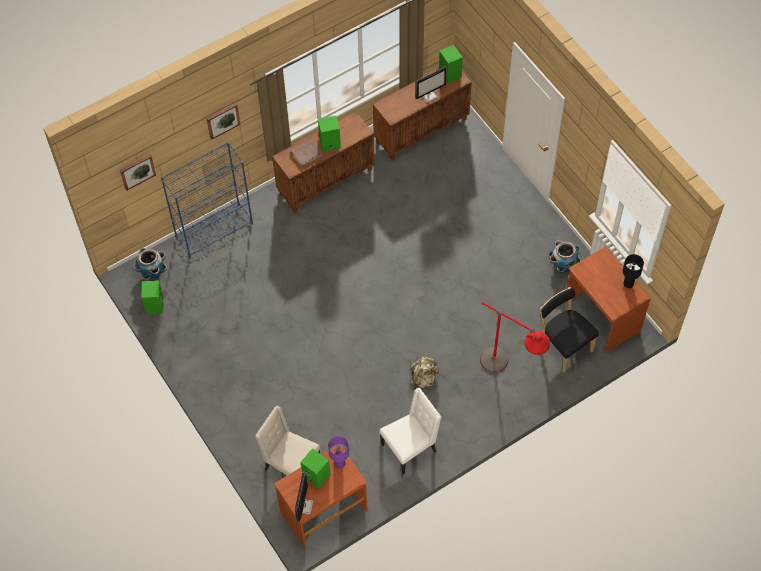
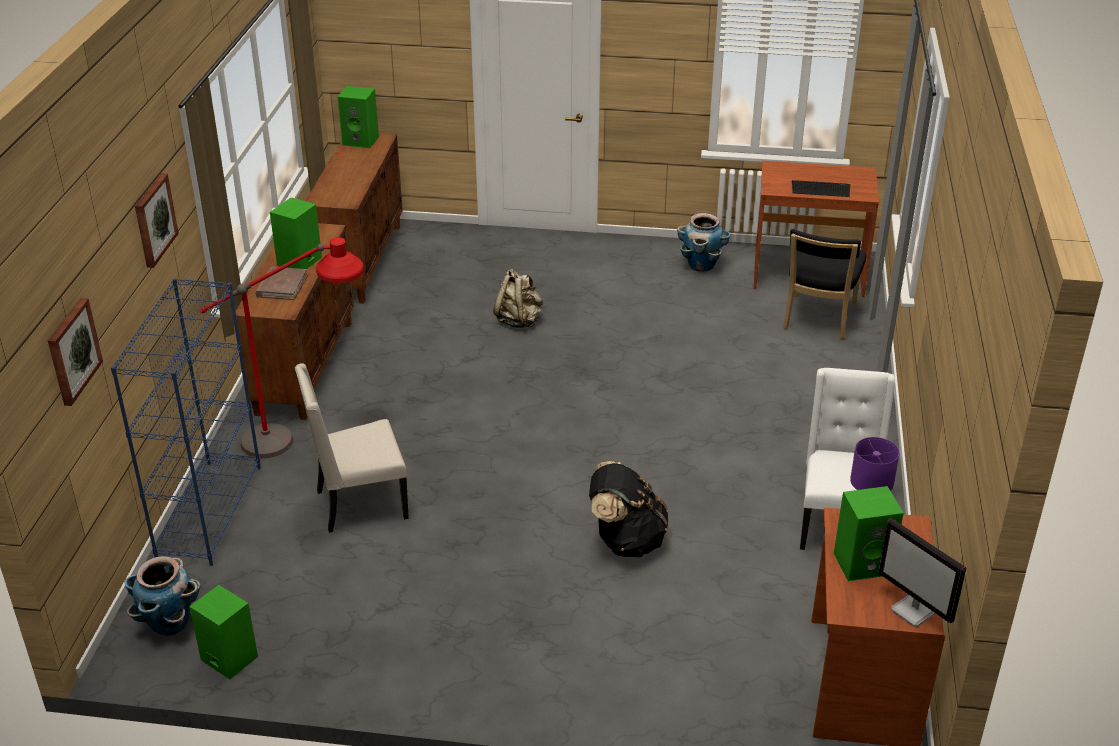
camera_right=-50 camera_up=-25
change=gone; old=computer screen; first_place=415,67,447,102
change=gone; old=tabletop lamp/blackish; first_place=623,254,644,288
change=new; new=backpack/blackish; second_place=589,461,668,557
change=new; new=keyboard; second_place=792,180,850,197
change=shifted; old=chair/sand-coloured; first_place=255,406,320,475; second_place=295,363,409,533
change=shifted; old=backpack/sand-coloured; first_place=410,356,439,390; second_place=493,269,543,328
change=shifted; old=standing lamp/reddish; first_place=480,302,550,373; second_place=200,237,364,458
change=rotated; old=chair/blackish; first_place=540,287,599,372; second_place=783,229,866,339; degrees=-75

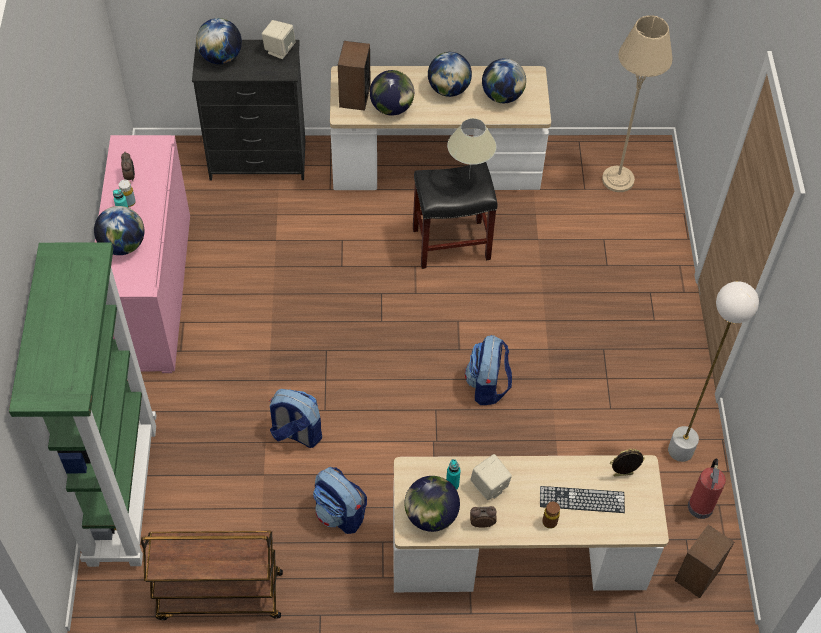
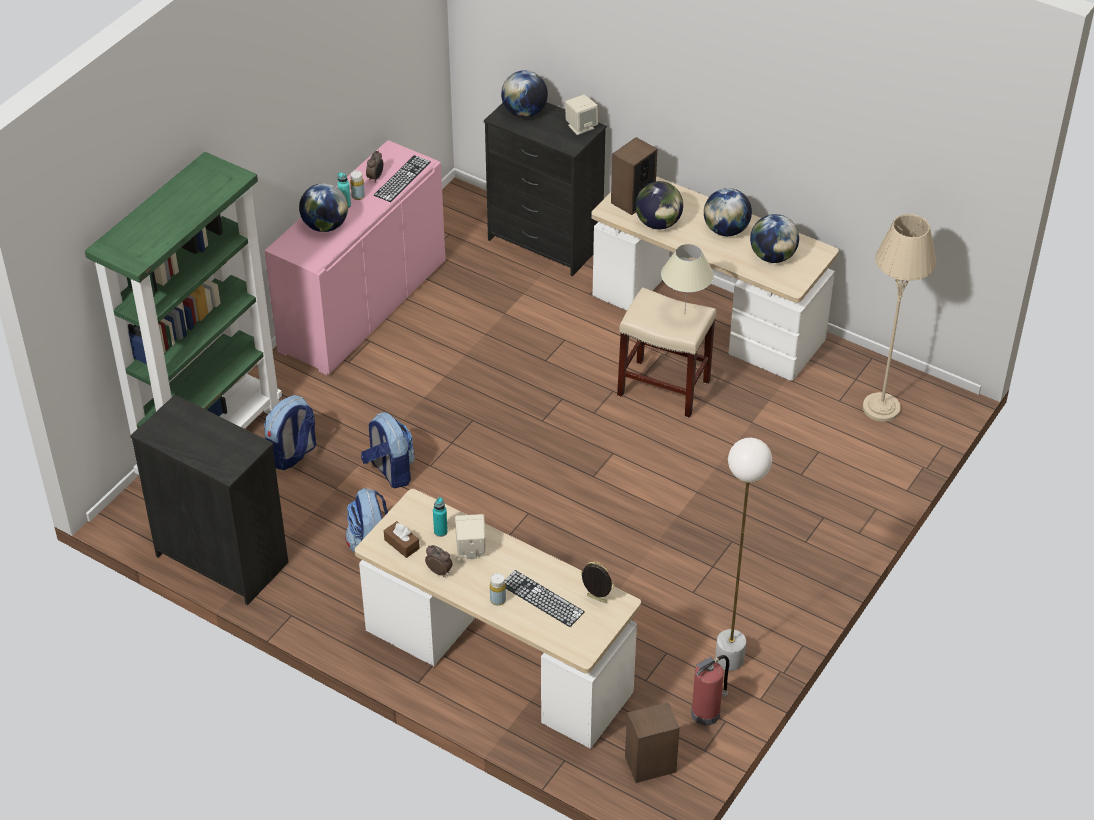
camera_right=35 camera_up=-10
change=new; new=keyboard; second_place=374,155,431,202
change=shifted; old=backpack; first_place=465,335,512,405; second_place=264,395,316,470
change=swapped; old=wheeled cart/brown; new=drawer chest/blackish; first_place=141,531,283,620; second_place=130,395,288,605
change=swapped; old=desk globe; new=tissue holder/brown; first_place=405,476,460,532; second_place=384,521,420,558
change=repainted; old=stool seat/blackish; new=stool seat/sand-coloured; first_place=413,162,498,269; second_place=617,287,716,418
change=repainted; old=beverage bottle/brown; new=beverage bottle/yellowish; first_place=542,502,560,529; second_place=490,573,506,606

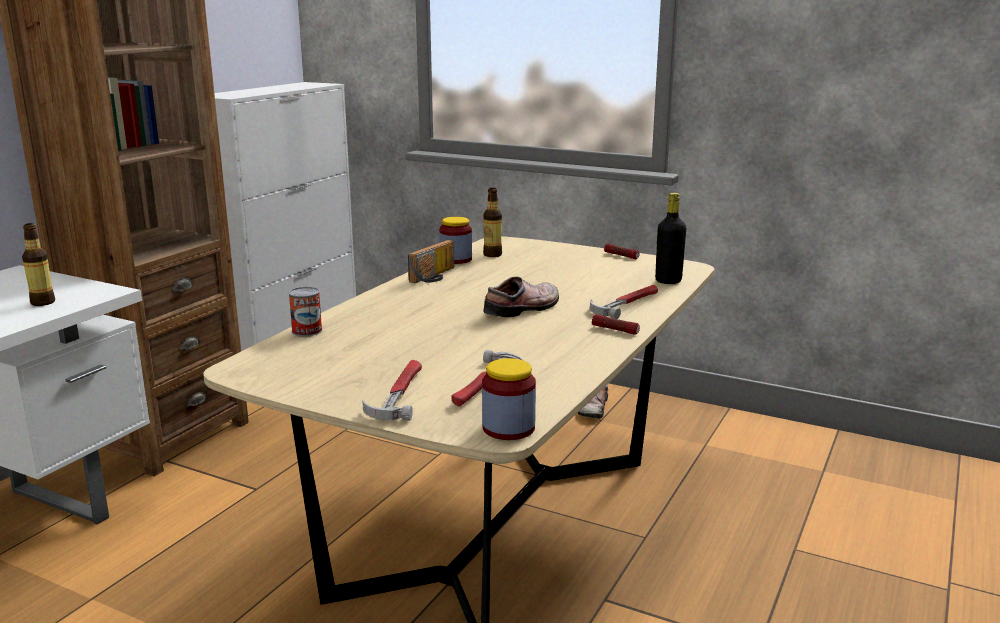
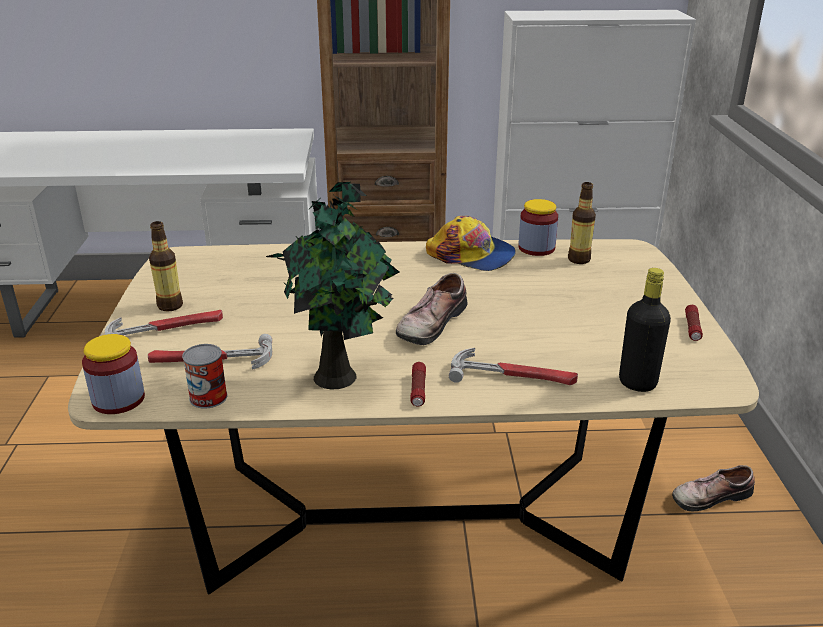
camera_right=60 camera_up=10
change=new; new=plant in a pot; second_place=266,182,399,389
change=shifted; old=beverage bottle; first_place=22,223,55,306; second_place=149,221,183,312
change=shifted; old=sealed can; first_place=288,287,322,336; second_place=182,344,228,409
change=swapped; old=radio; new=peaked cap; first_place=408,240,454,283; second_place=426,216,516,271
change=rotated; old=item of footwear; first_place=484,277,559,318; second_place=396,273,468,345; degrees=105

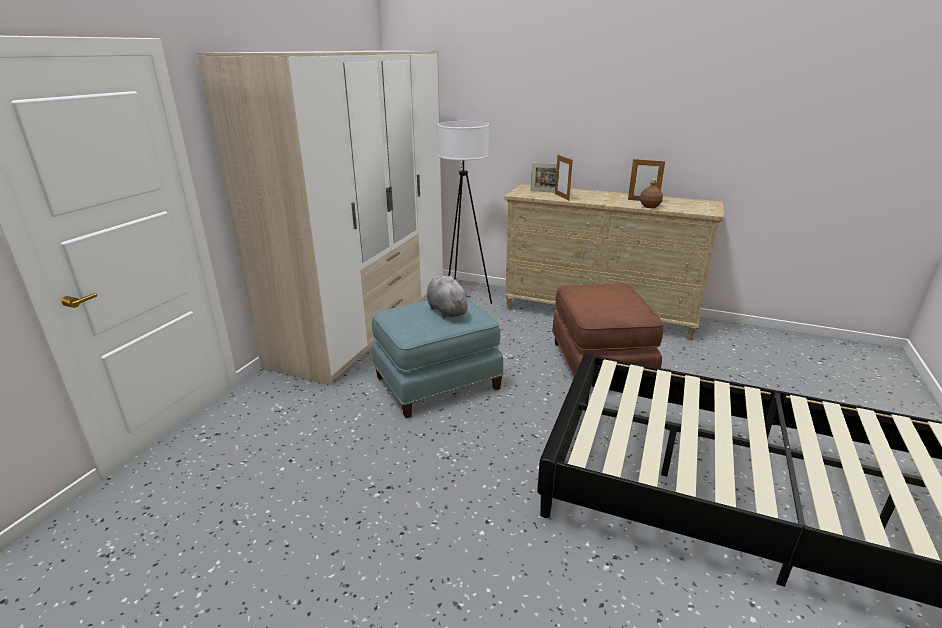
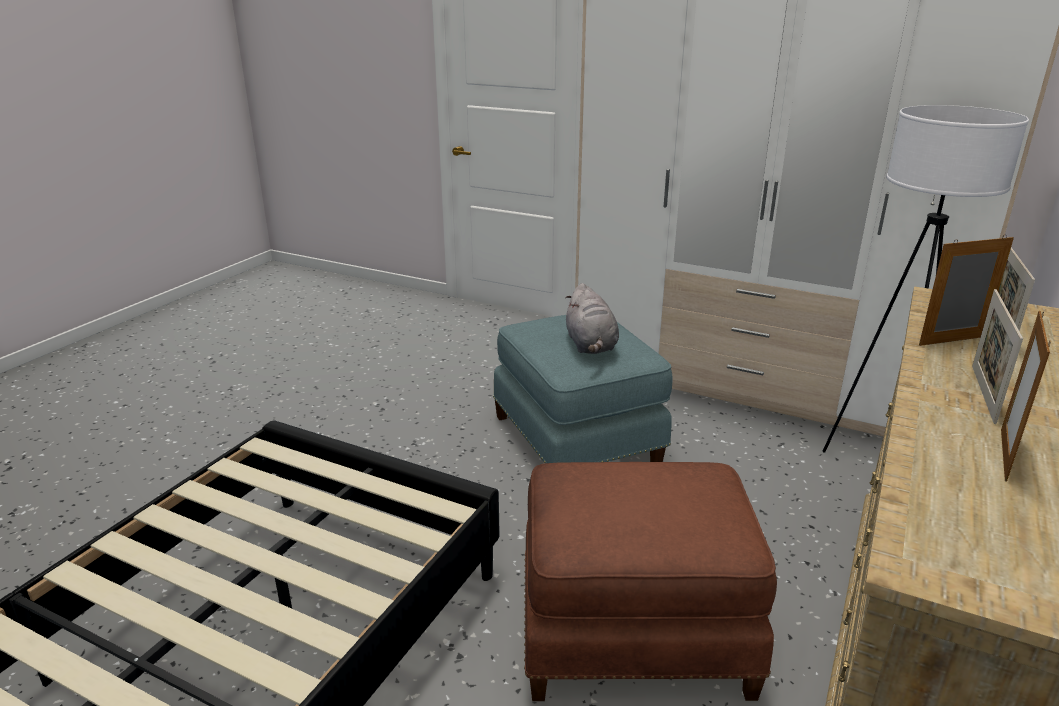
camera_right=95 camera_up=0
change=gone; old=beverage bottle/brown; first_place=640,179,663,208
change=new; new=photo frame; second_place=972,289,1023,424
change=rotated; old=plush toy/grey; first_place=427,276,471,318; second_place=565,283,619,354; degrees=105

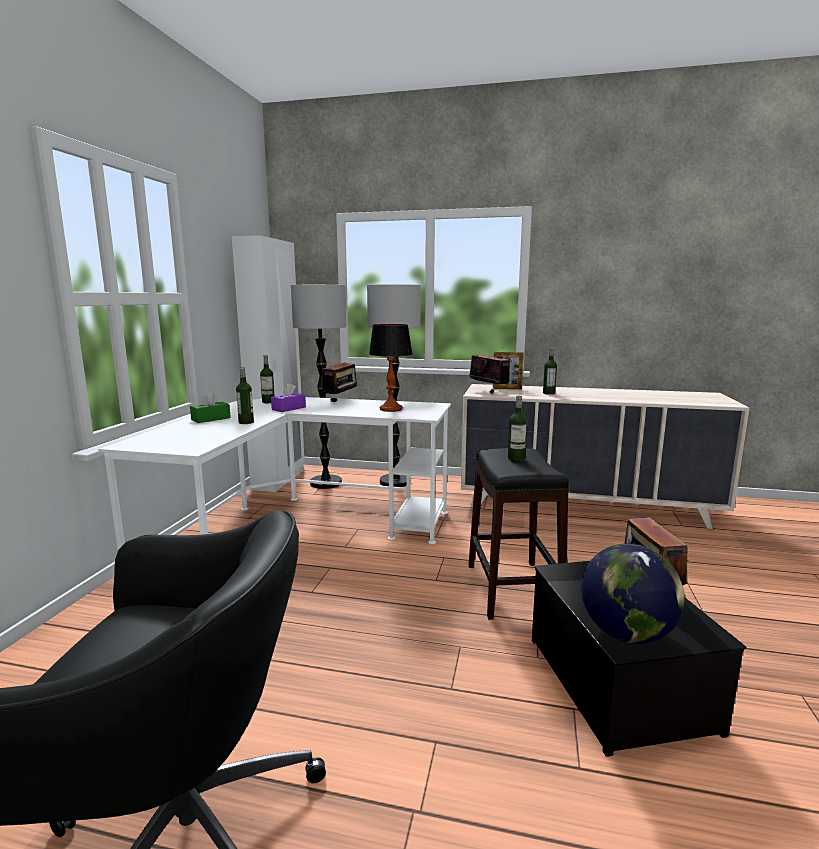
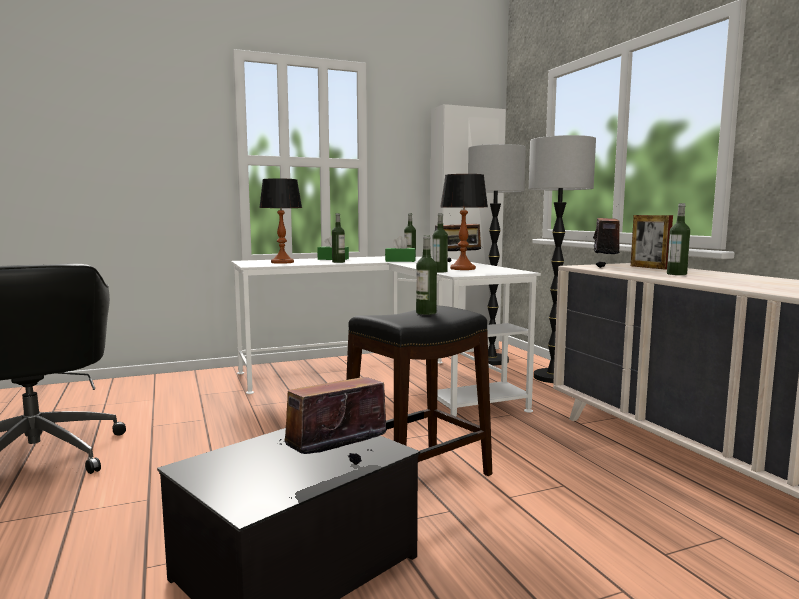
camera_right=55 camera_up=-5
change=gone; old=desk globe; first_place=581,544,685,644
change=new; new=tabletop lamp; second_place=259,178,302,264
change=new; new=beverage bottle; second_place=432,213,448,272
change=repainted; old=tissue holder/purplish; new=tissue holder/green; first_place=271,383,306,412; second_place=385,236,416,262

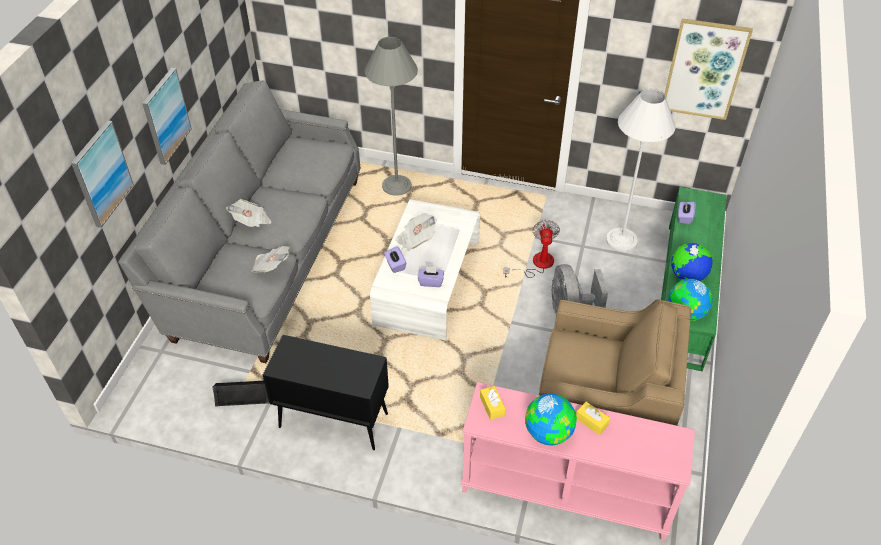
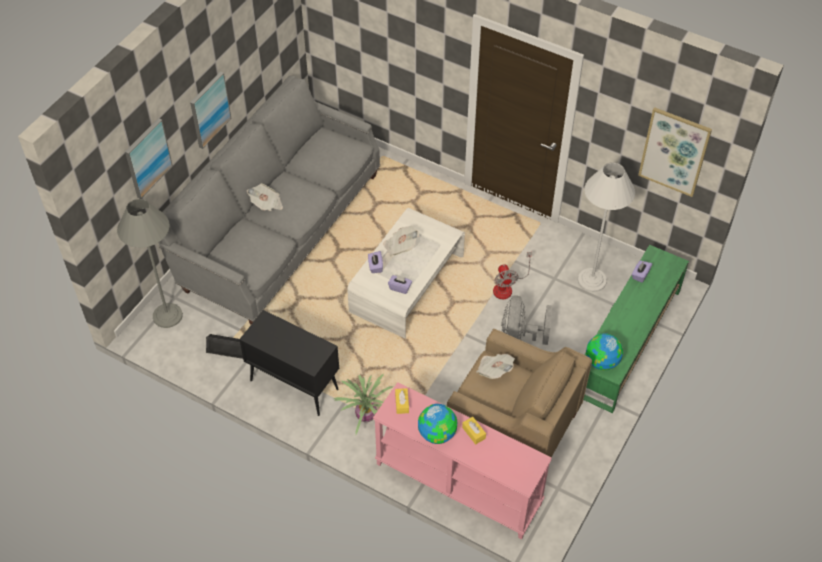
camera_right=15 camera_up=5
change=gone; old=desk globe; first_place=671,243,713,281
change=new; new=plant in a pot; second_place=334,374,393,434
change=shifted; old=printed paper; first_place=251,246,290,273; second_place=476,354,515,379
change=shifted; old=standing lamp/grey; first_place=365,37,418,196; second_place=117,199,183,328
change=rotated; old=cooling fan; first_place=503,220,560,278; second_place=493,252,532,299; degrees=150

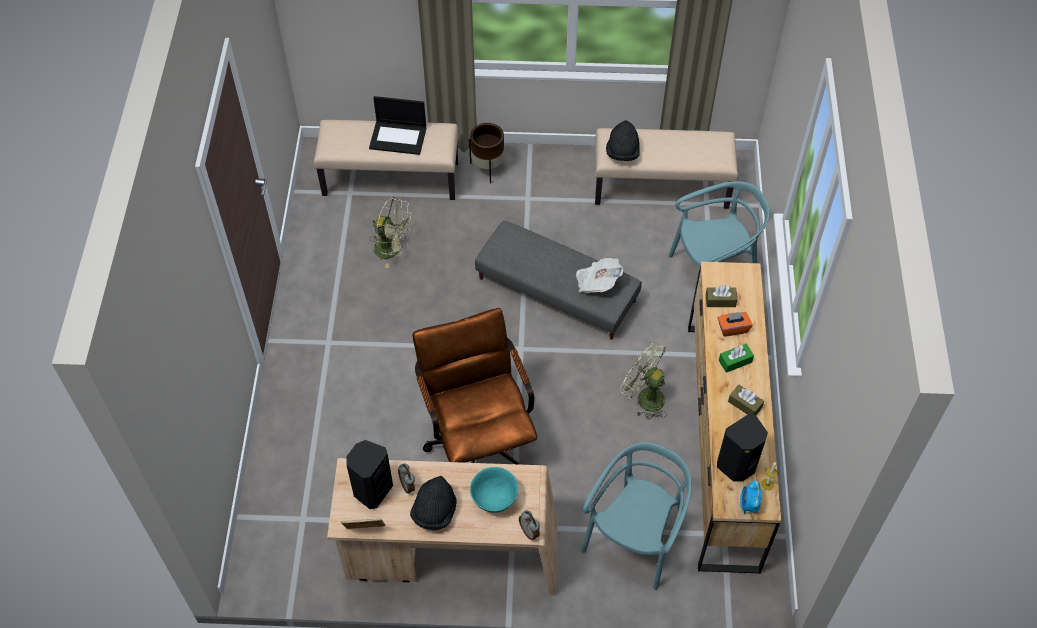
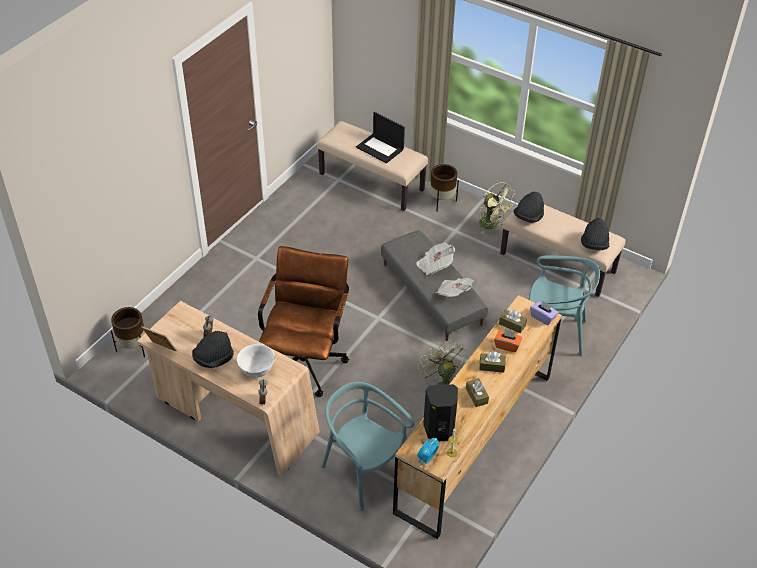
camera_right=30 camera_up=-10
change=gone; old=loudspeaker/blackish; first_place=346,440,393,509
change=new; new=plant pot/brown; second_place=111,307,145,357
change=new; new=printed paper; second_place=416,242,456,275
change=new; new=tissue holder/purplish; second_place=530,301,558,325
change=new; new=wearable hat/blackish; second_place=581,218,609,250
change=shifted; old=cooling fan/green; first_place=370,197,413,268; second_place=479,182,516,234
change=repainted; old=bowl/blue-green; new=bowl/white-coloured; first_place=470,467,518,513; second_place=237,344,275,378
change=repainted; old=tissue holder/green; new=tissue holder/brown; first_place=719,344,754,373; second_place=479,352,506,373
change=rotated; old=chair/blue-green; first_place=582,442,692,590; second_place=322,382,415,511; degrees=-105

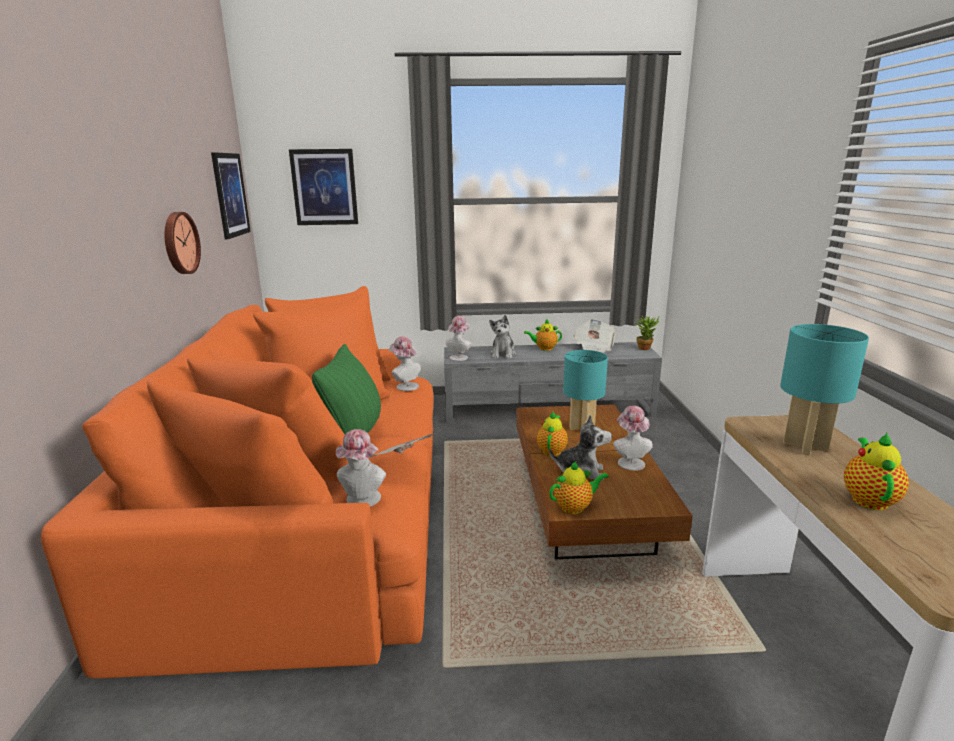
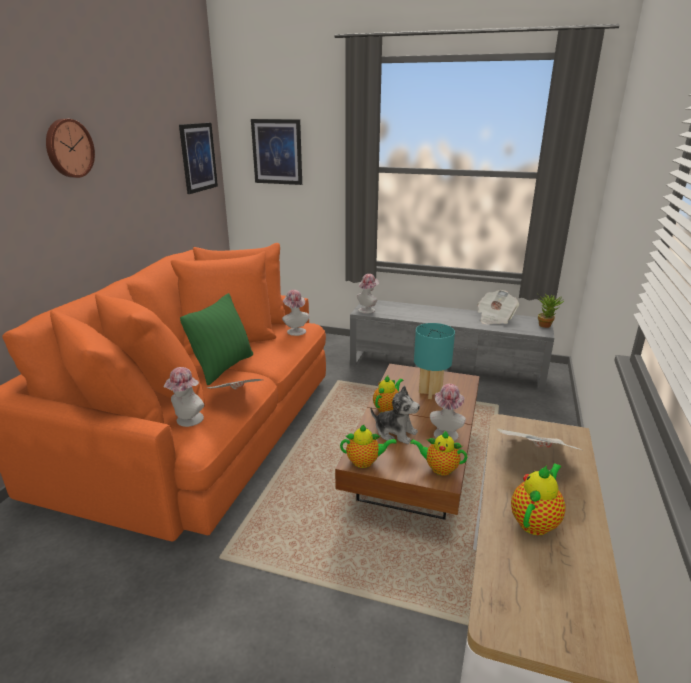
camera_right=20 camera_up=5
change=gone; old=plush toy; first_place=489,315,516,359
change=shifted; old=clock on the wall; first_place=164,212,201,274; second_place=46,119,95,178
change=shifted; old=pot for tea; first_place=524,319,562,351; second_place=410,430,467,476
change=swapped; old=tabletop lamp/blue-green; new=printed paper; first_place=780,324,869,456; second_place=497,429,584,451

